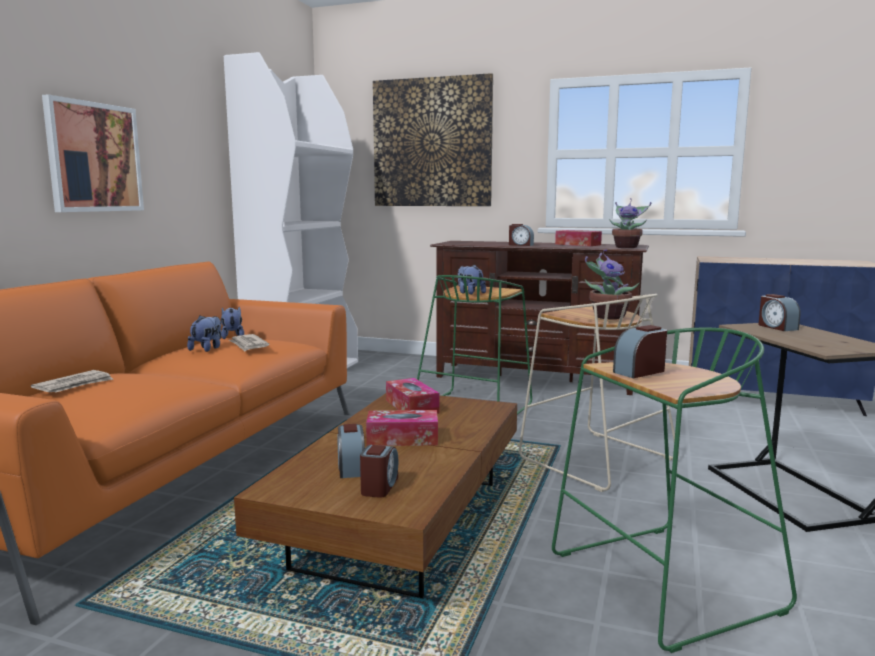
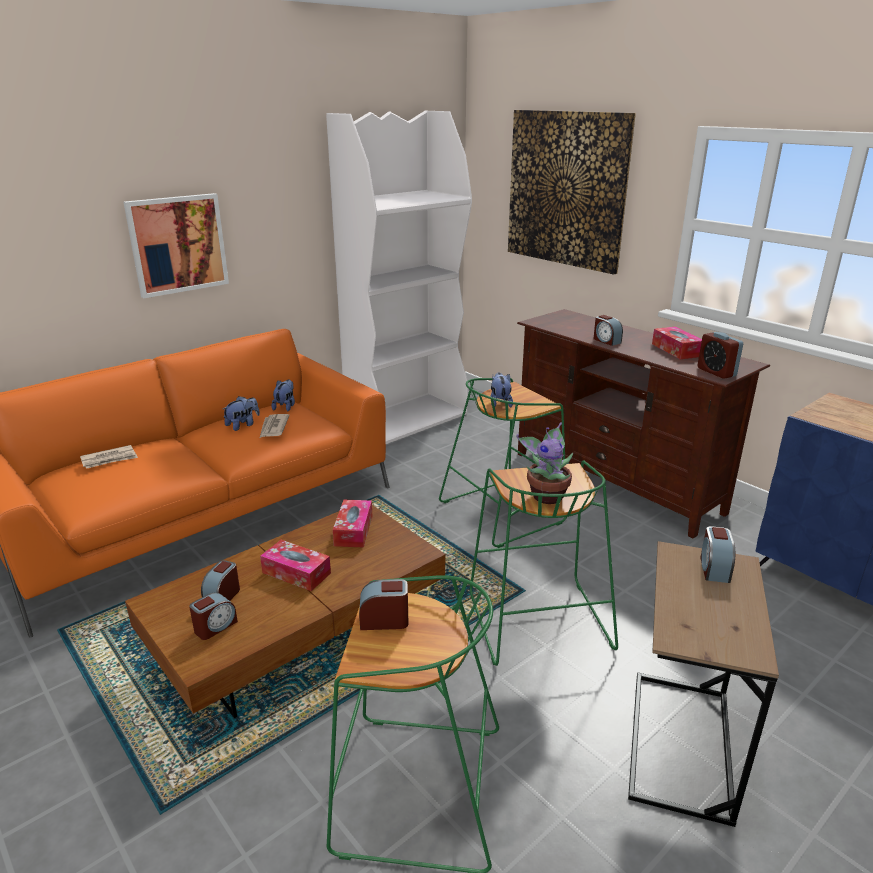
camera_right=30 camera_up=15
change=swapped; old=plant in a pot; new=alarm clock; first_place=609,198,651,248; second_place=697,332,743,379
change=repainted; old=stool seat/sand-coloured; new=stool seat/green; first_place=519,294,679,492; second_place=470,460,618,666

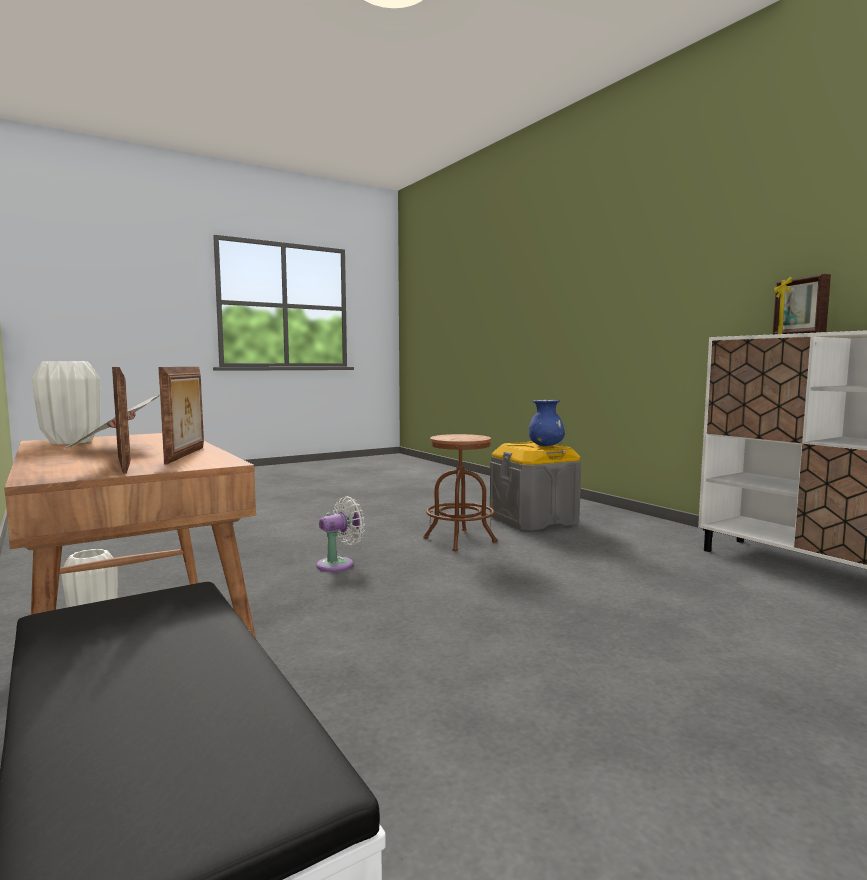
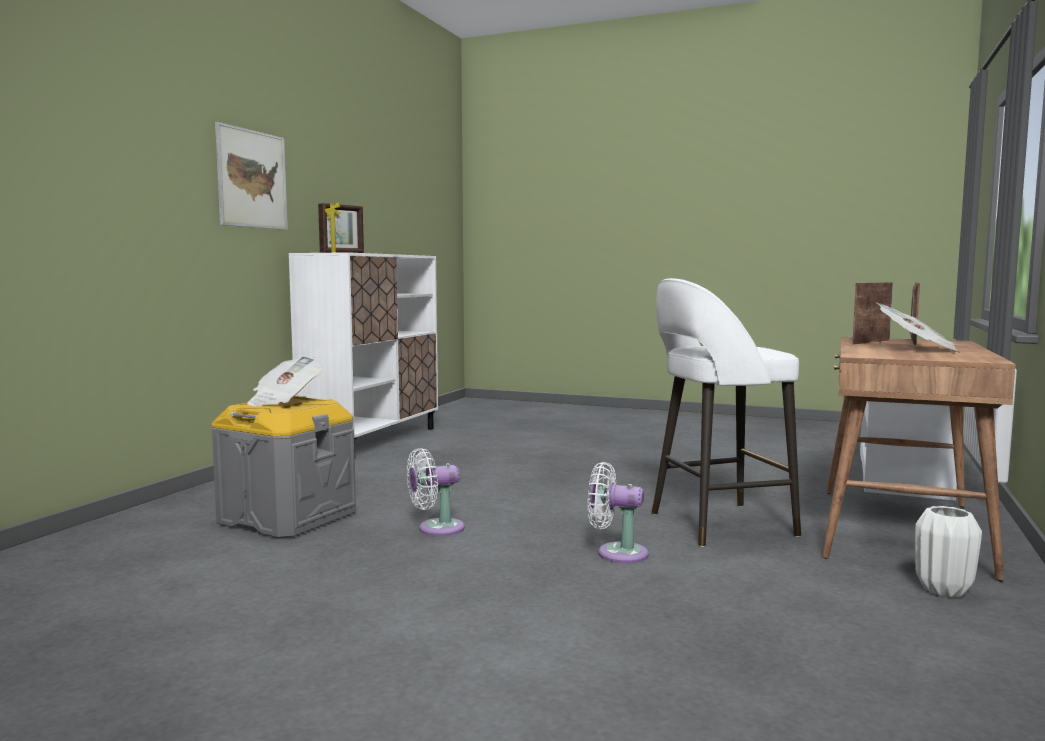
camera_right=-125 camera_up=0
change=gone; old=decorative vase/white-coloured; first_place=32,361,100,444
change=new; new=wall art; second_place=215,122,288,230
change=new; new=stool seat/white-coloured; second_place=651,278,801,547
change=swapped; old=stool seat/brown; new=cooling fan/white-coloured; first_place=423,434,497,552; second_place=406,448,465,536
change=swapped; old=decorative vase/blue; new=printed paper; first_place=529,400,565,446; second_place=247,356,323,406

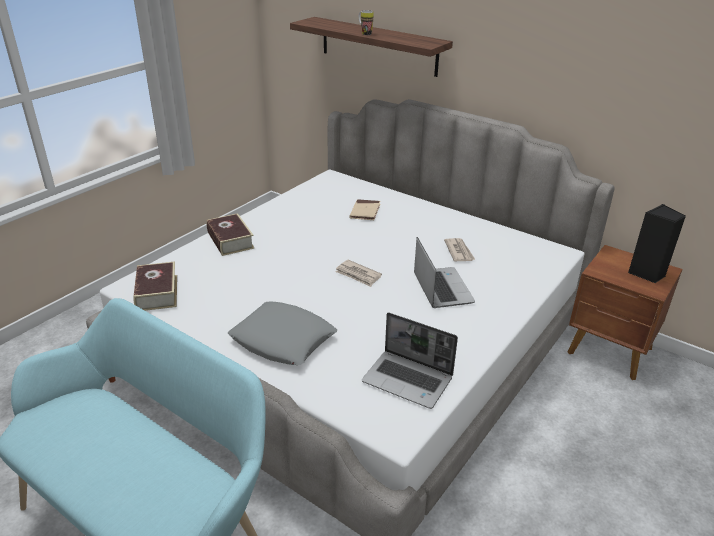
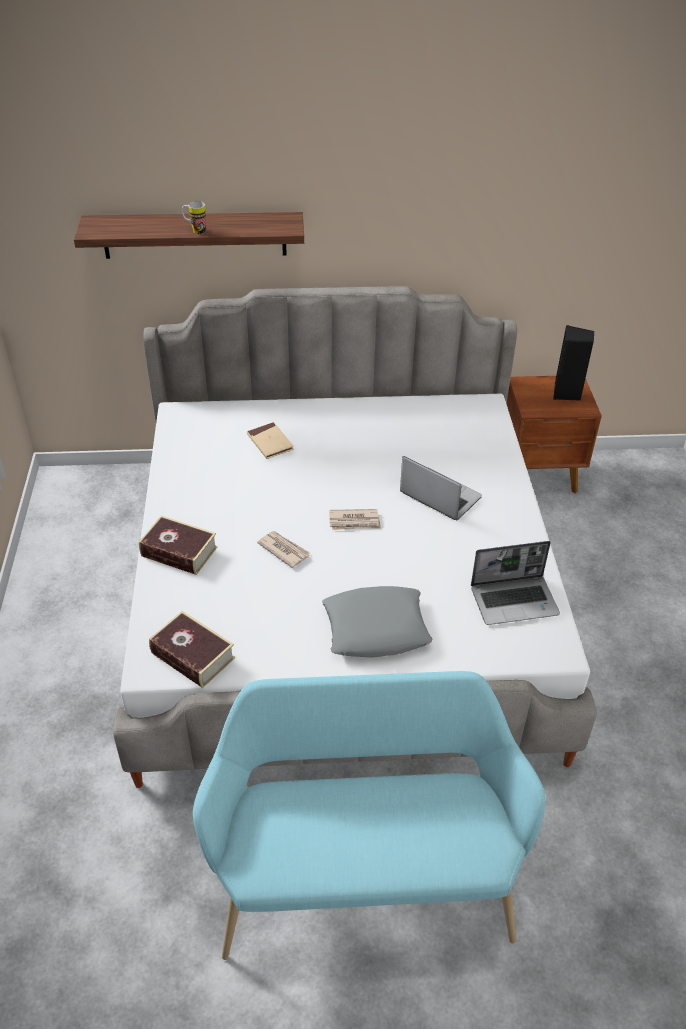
camera_right=-40 camera_up=10
change=shifted; old=printed paper; first_place=444,238,475,261; second_place=257,531,310,568

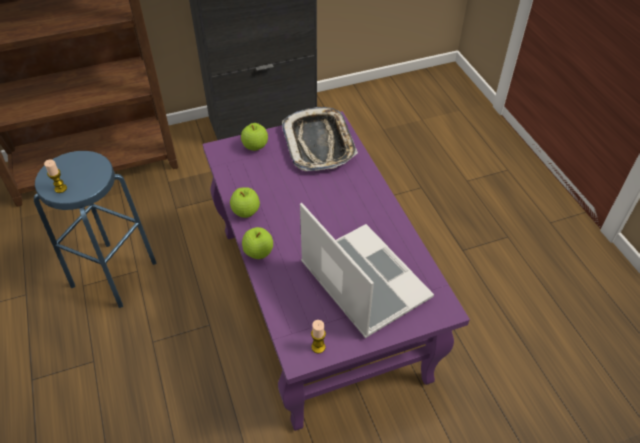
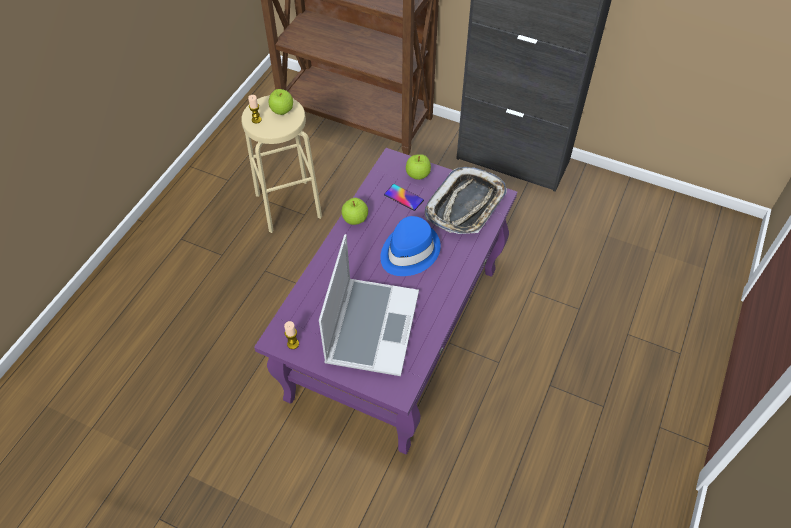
camera_right=45 camera_up=5
change=new; new=wearable hat/blue; second_place=380,216,441,276
change=new; new=phone; second_place=384,184,424,211
change=shifted; old=whole apple; first_place=242,227,273,259; second_place=269,89,293,115
change=repainted; old=stool seat/blue; new=stool seat/sand-coloured; first_place=34,151,157,308; second_place=241,95,322,233

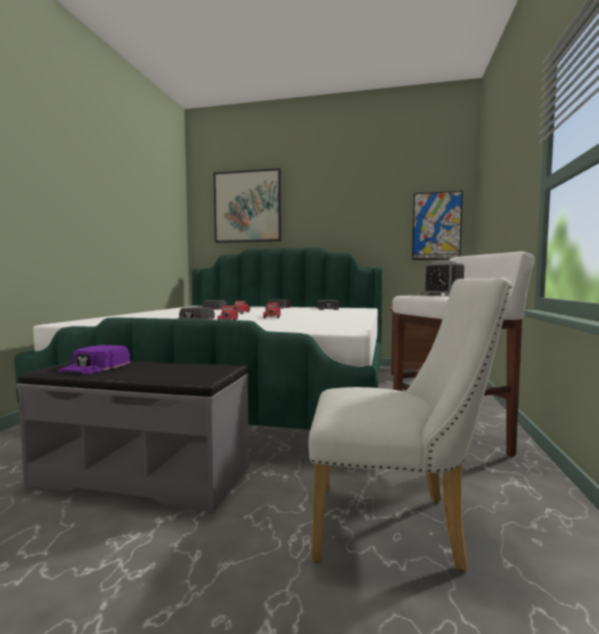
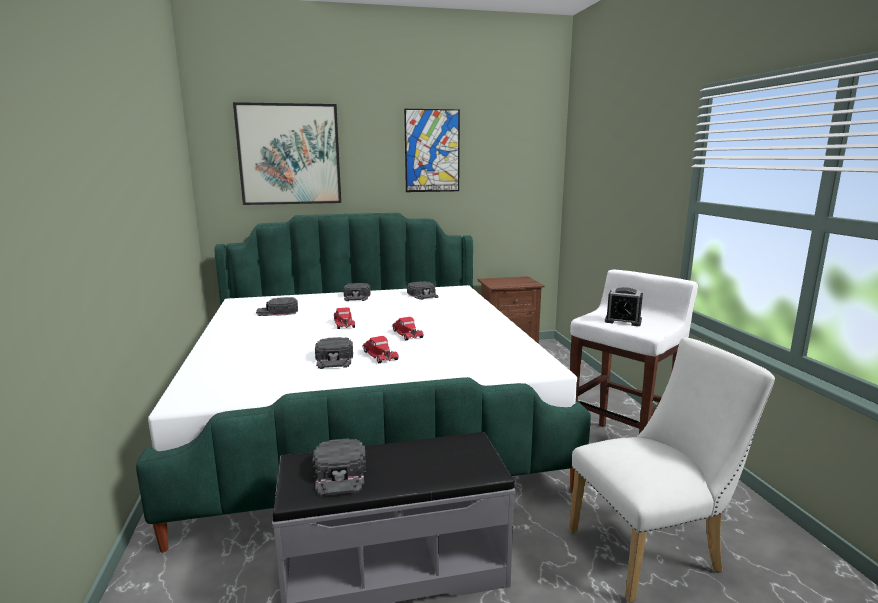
camera_right=-25 camera_up=10
change=shifted; old=wall art; first_place=412,191,463,260; second_place=404,109,460,192
change=repainted; old=peaked cap/purplish; new=peaked cap/blackish; first_place=59,345,130,375; second_place=313,438,366,497

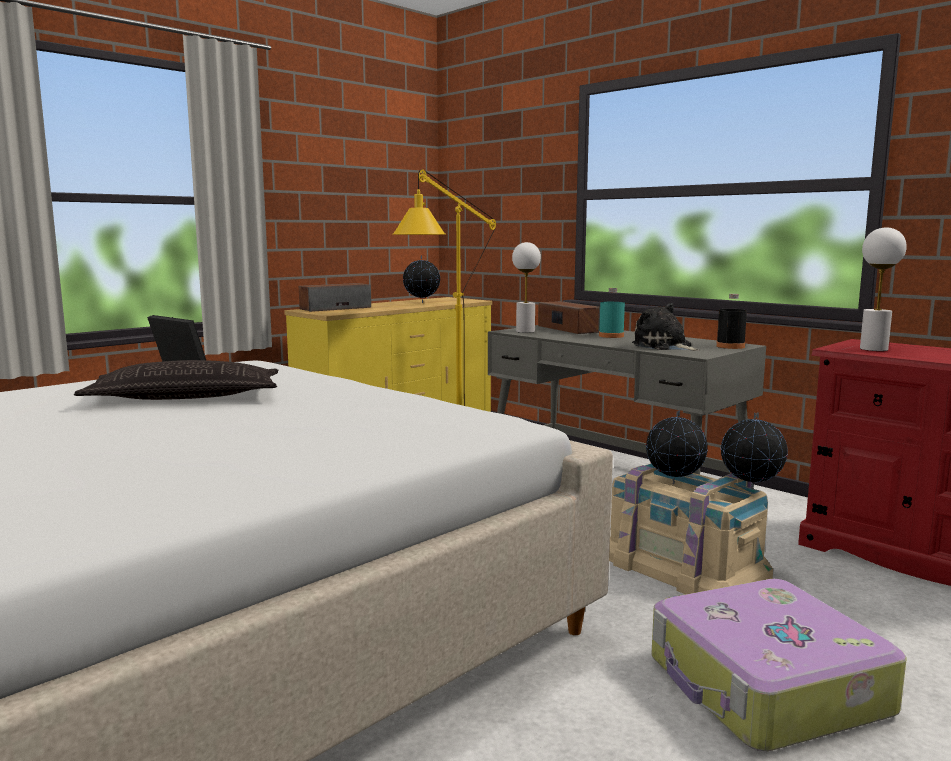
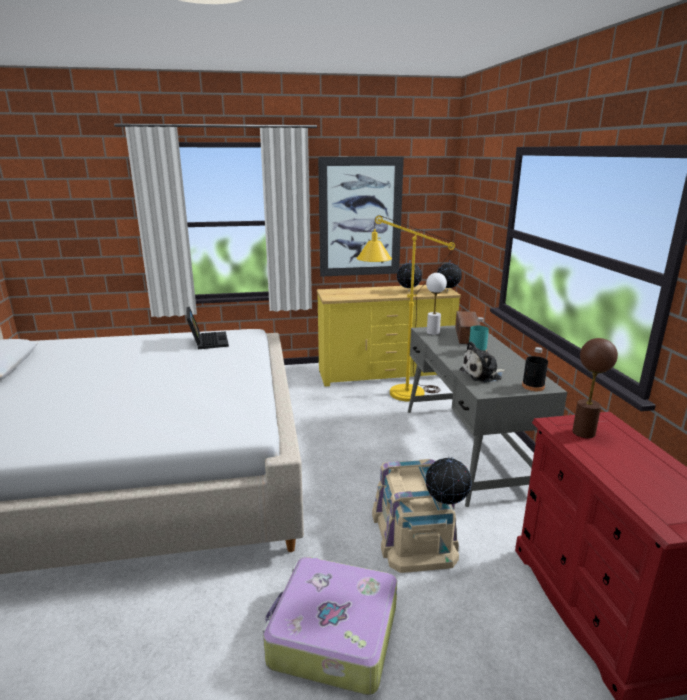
camera_right=35 camera_up=10
change=gone; old=pillow; first_place=74,360,278,400
change=gone; old=loudspeaker; first_place=299,283,371,312
change=new; new=wall art; second_place=318,157,404,277
change=shifted; old=desk globe; first_place=646,410,708,484; second_place=437,260,462,288
change=repainted; old=tabletop lamp/white-coloured; new=tabletop lamp/brown; first_place=860,227,907,351; second_place=572,338,618,438
change=rotated; old=plush toy; first_place=632,303,700,351; second_place=459,341,506,383; degrees=-105

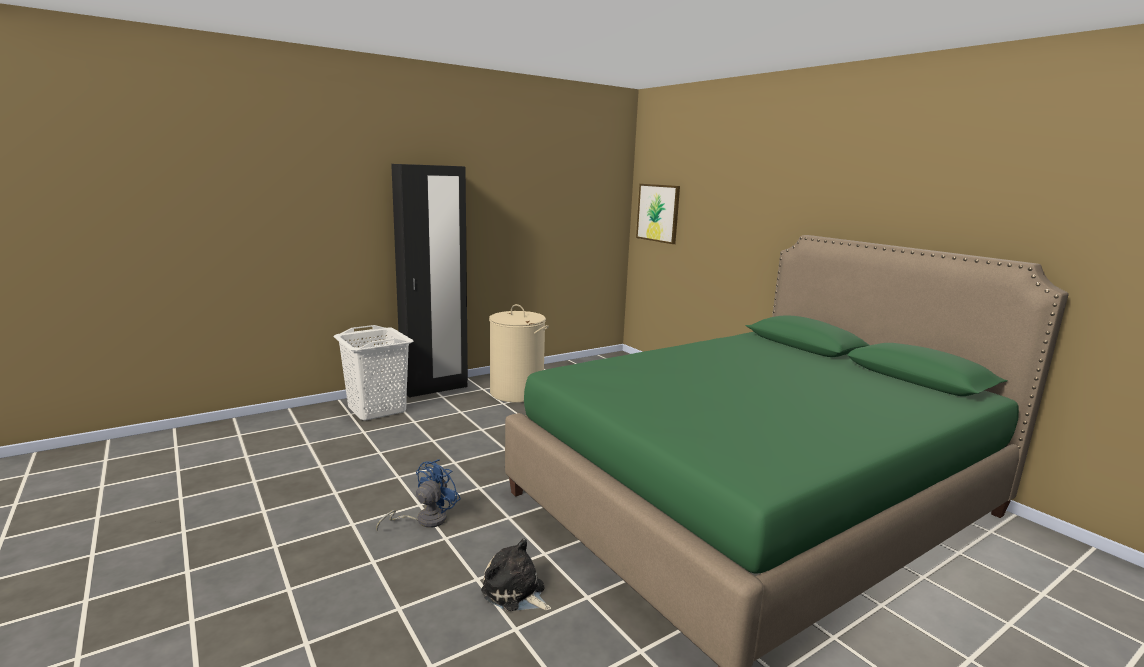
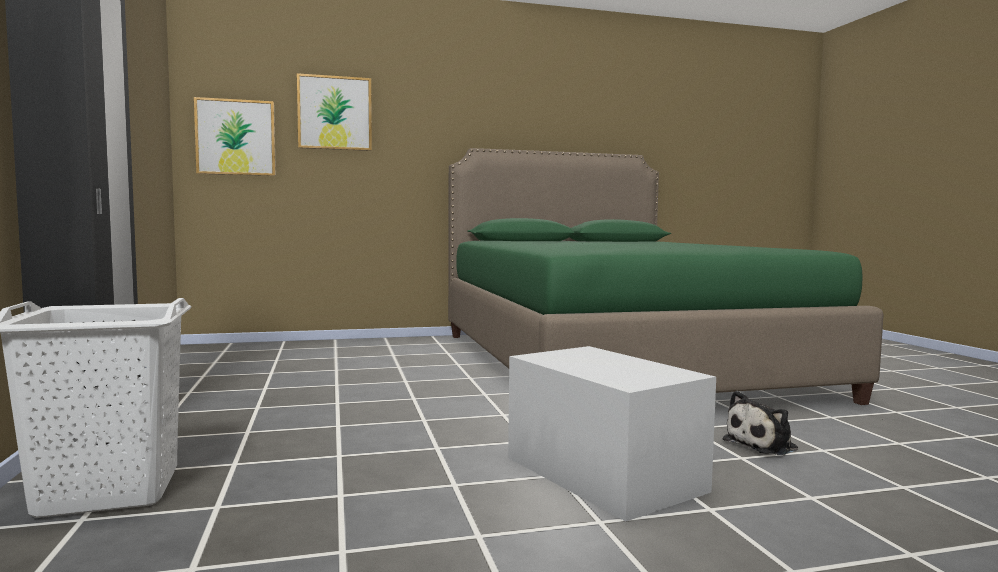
camera_right=-70 camera_up=-10
change=gone; old=laundry basket/sand-coloured; first_place=489,304,549,402
change=new; new=wall art; second_place=297,73,372,151
change=swapped; old=cooling fan/blue; new=storage bin/white-coloured; first_place=376,459,461,531; second_place=508,346,716,521

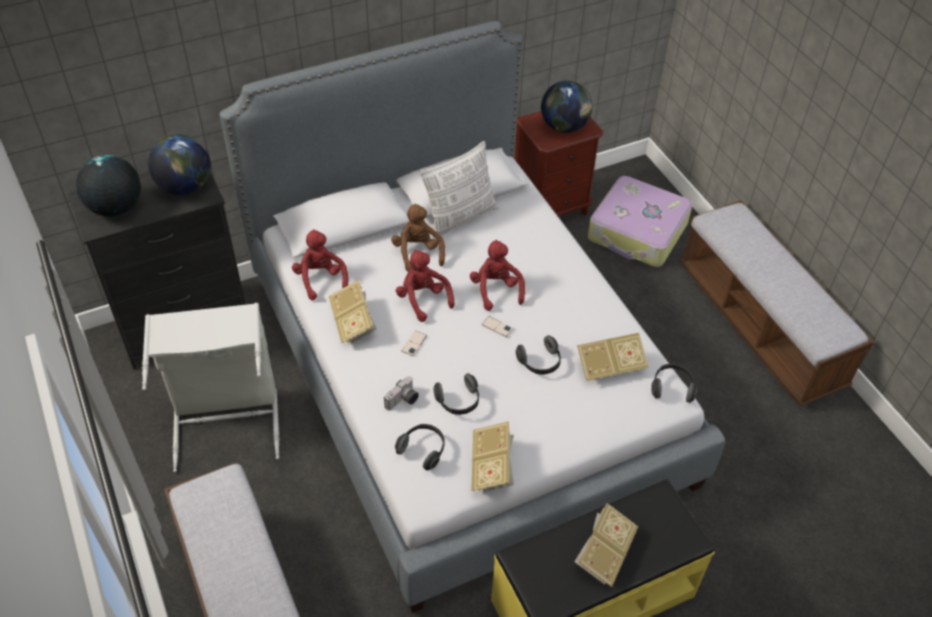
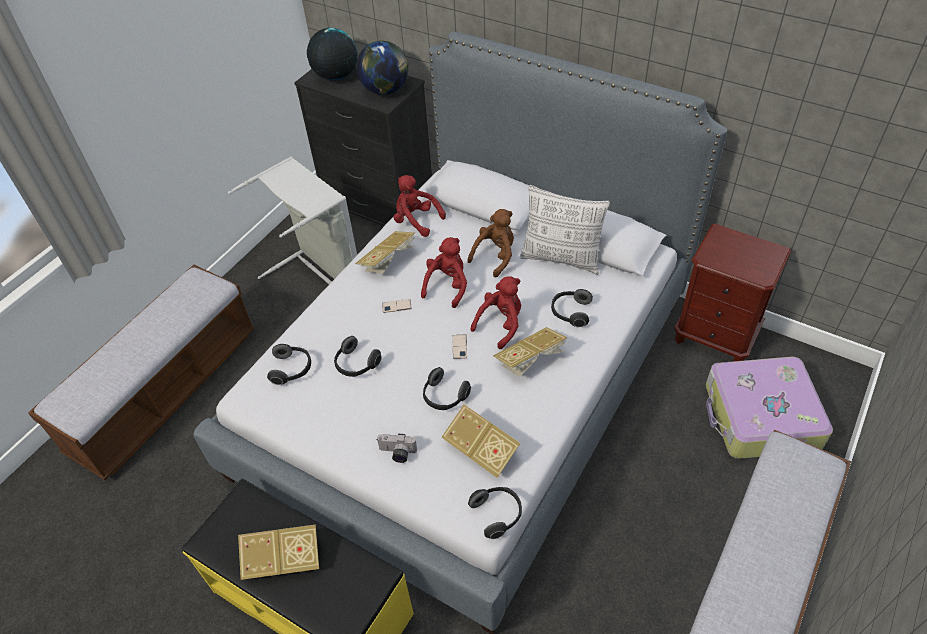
camera_right=60 camera_up=0
change=gone; old=desk globe; first_place=541,81,592,133
change=new; new=pair of headphones; second_place=551,289,593,327
change=shifted; old=still camera; first_place=384,376,419,410; second_place=376,434,417,463
change=shifted; old=book; first_place=471,421,514,493; second_place=493,327,567,377
change=rotated; old=plush toy/reddish; first_place=292,229,348,301; second_place=394,175,446,237; degrees=-90

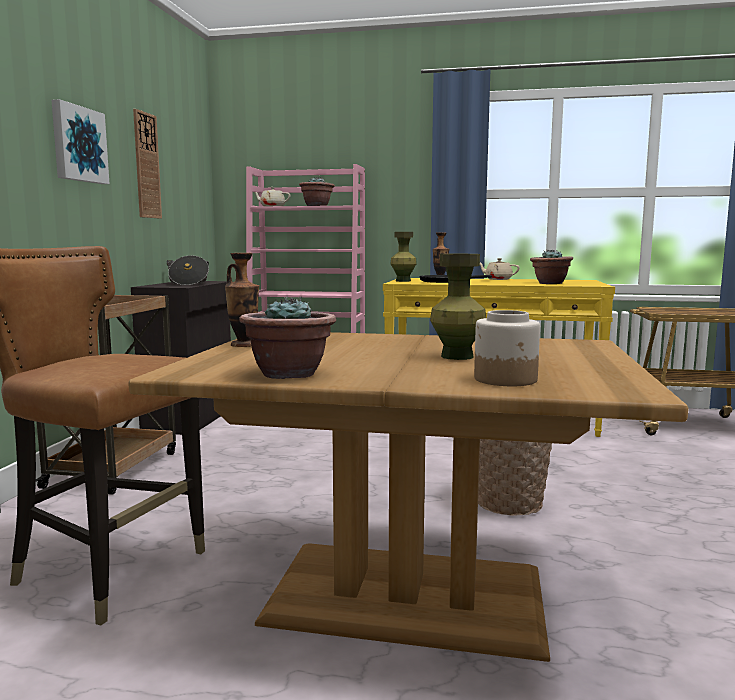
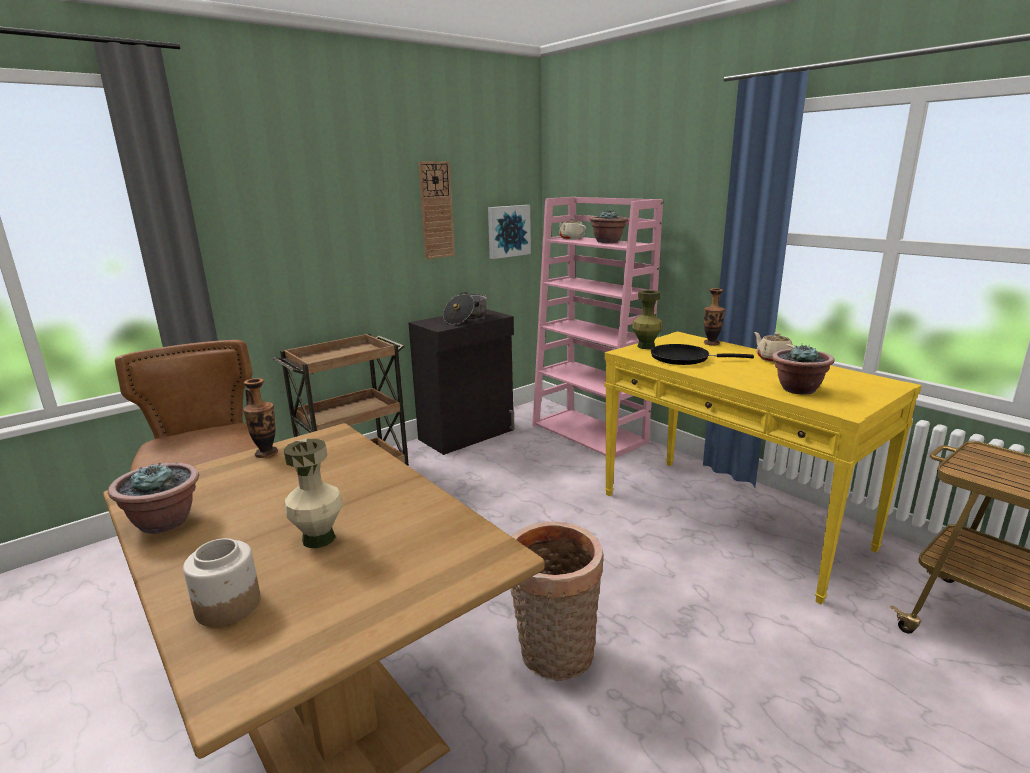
camera_right=40 camera_up=10
change=shifted; old=wall art; first_place=51,99,110,184; second_place=488,205,531,259
change=repainted; old=decorative vase/green; new=decorative vase/sand-coloured; first_place=430,254,486,360; second_place=284,439,343,548

